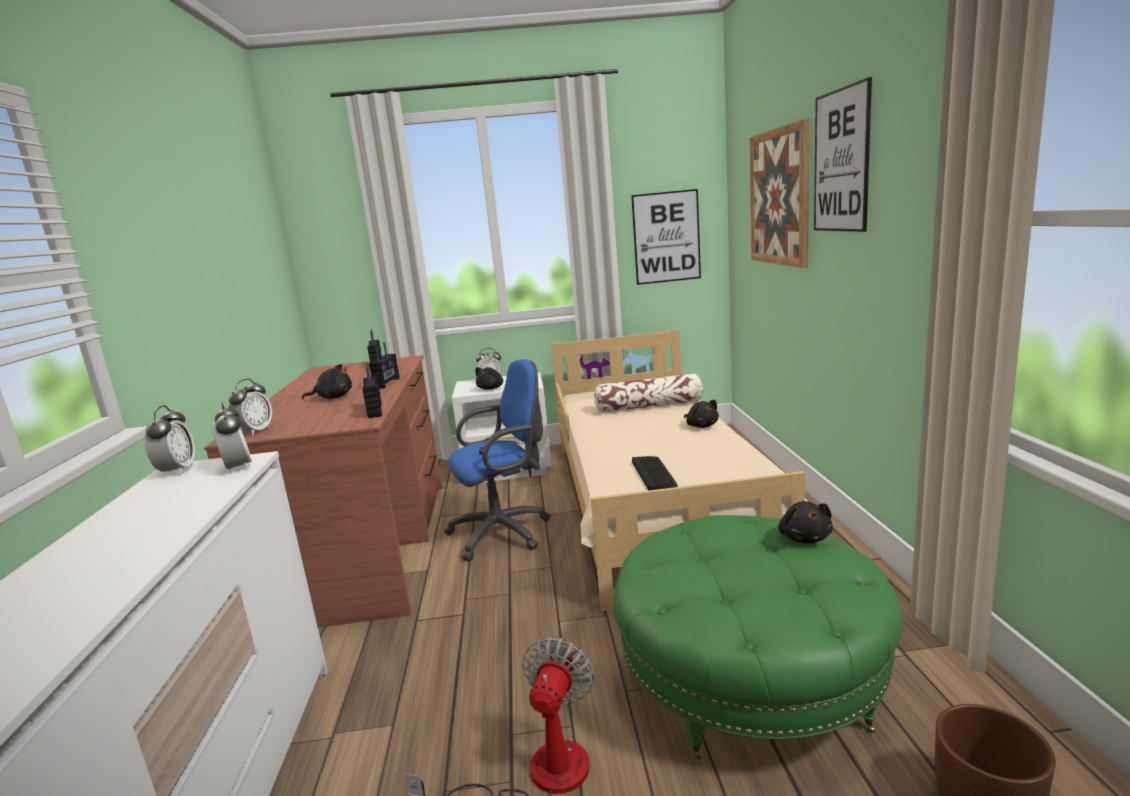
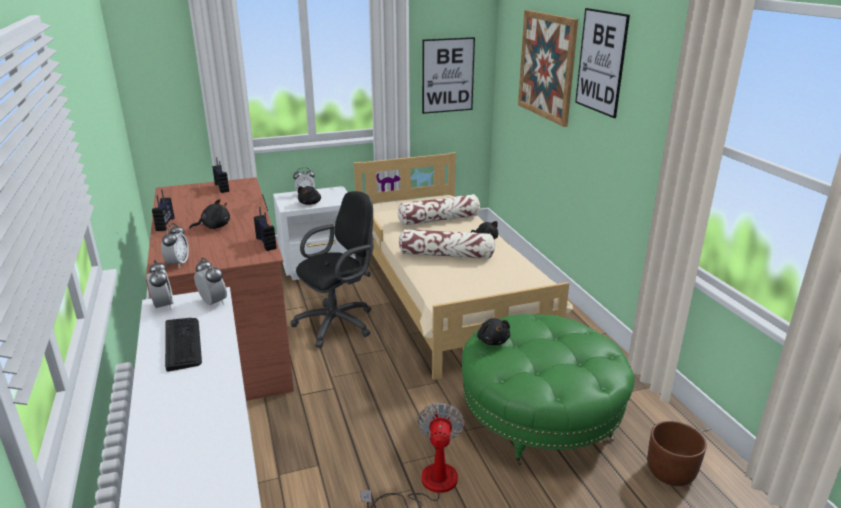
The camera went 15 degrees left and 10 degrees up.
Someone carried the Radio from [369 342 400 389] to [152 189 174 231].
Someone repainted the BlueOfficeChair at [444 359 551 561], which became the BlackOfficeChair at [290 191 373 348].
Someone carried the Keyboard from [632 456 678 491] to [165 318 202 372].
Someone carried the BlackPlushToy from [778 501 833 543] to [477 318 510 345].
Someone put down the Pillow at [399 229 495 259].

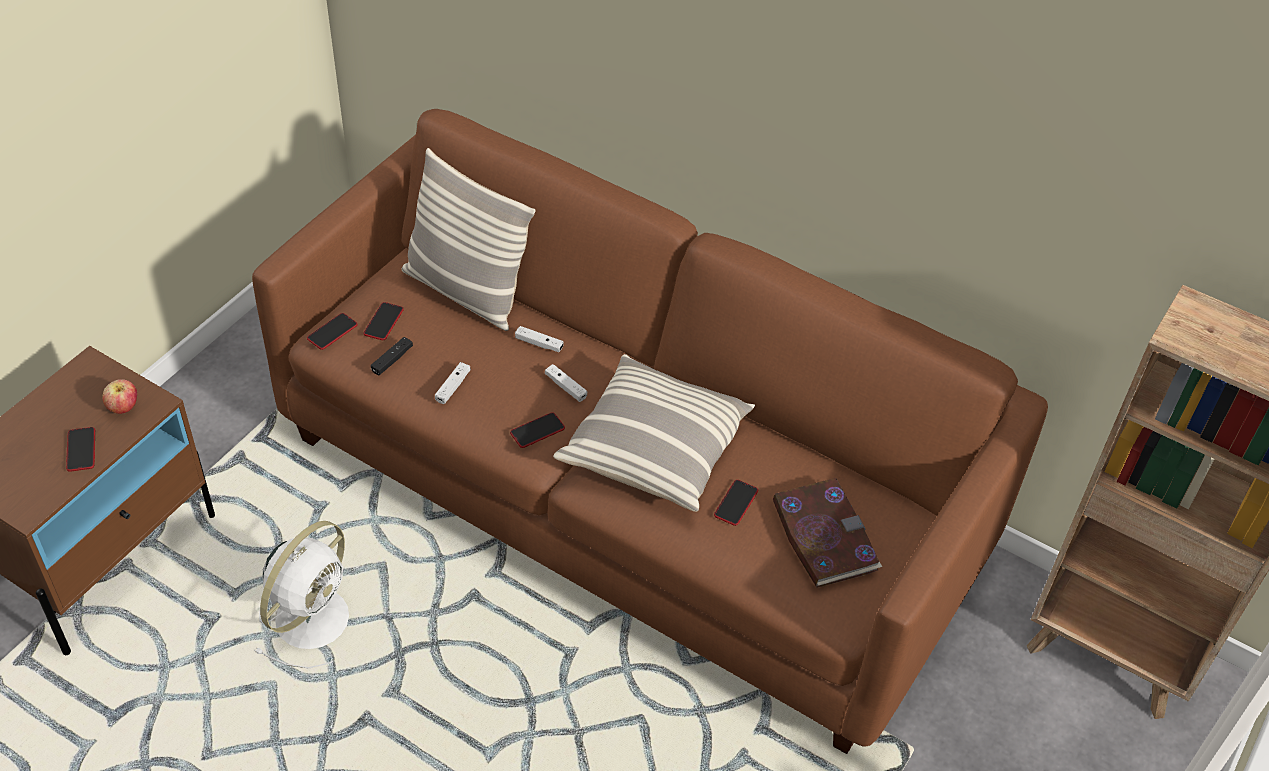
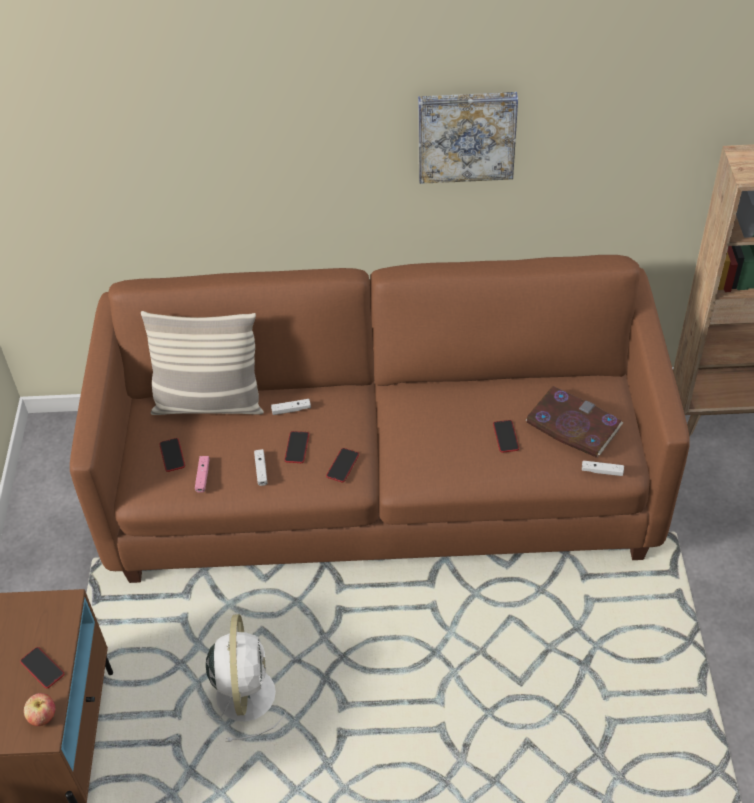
The camera went 30 degrees left and 0 degrees up.
Someone carried the Apple from [102 379 137 414] to [24 693 55 726].
Someone carried the Phone from [307 313 358 350] to [284 431 309 463].
Someone repainted the BlackGameController at [371 337 413 375], which became the PinkGameController at [195 456 210 493].
Someone carried the WhiteGameController from [545 364 587 402] to [582 460 624 476].
Someone took away the Pillow at [553 354 755 512].
Someone put up the Picture at [418 92 518 184].

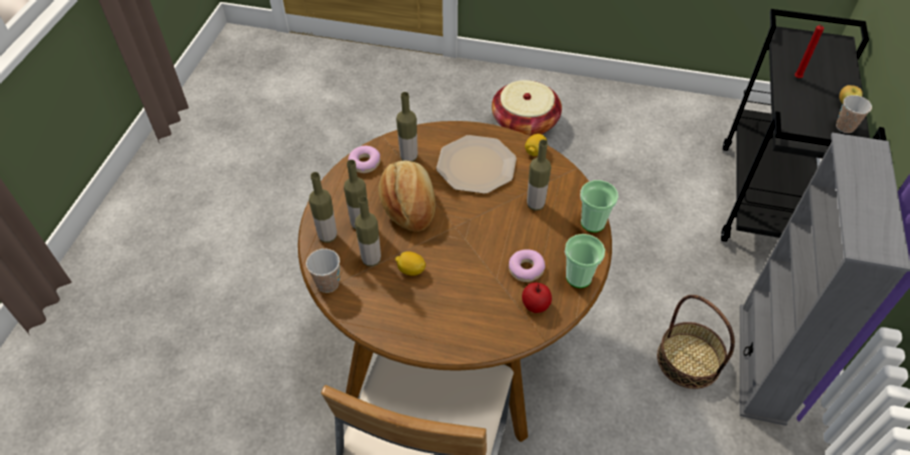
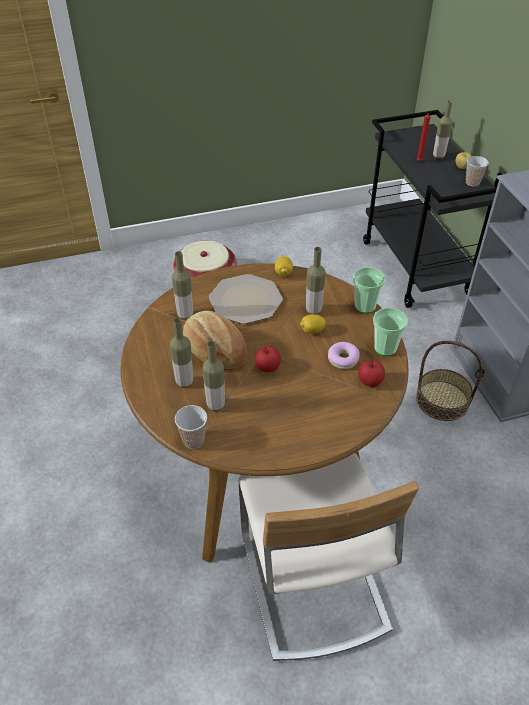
The camera went 30 degrees left and 5 degrees down.
Someone carried the Bottle from [309 172 337 243] to [433 101 453 159].
Someone took away the Donut at [348 146 380 173].
Someone carried the Lemon from [395 251 426 276] to [300 314 326 334].
Someone put down the Apple at [255 346 281 373].

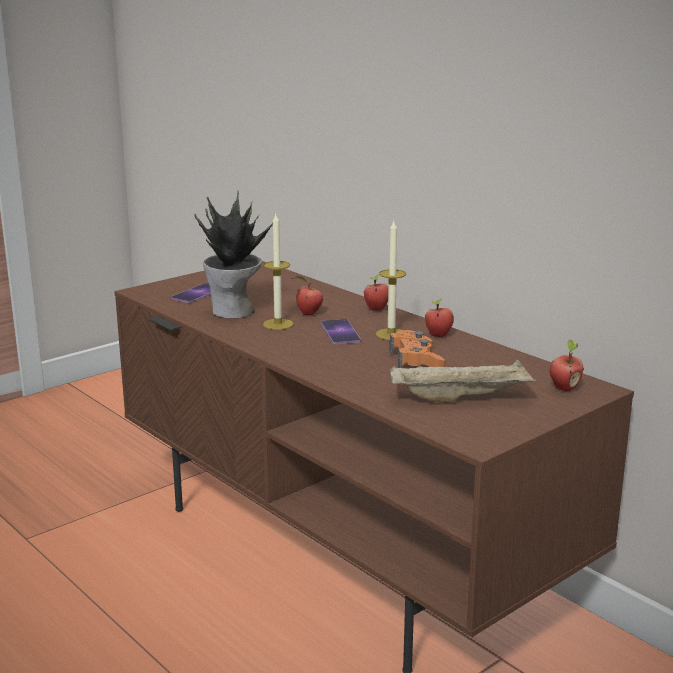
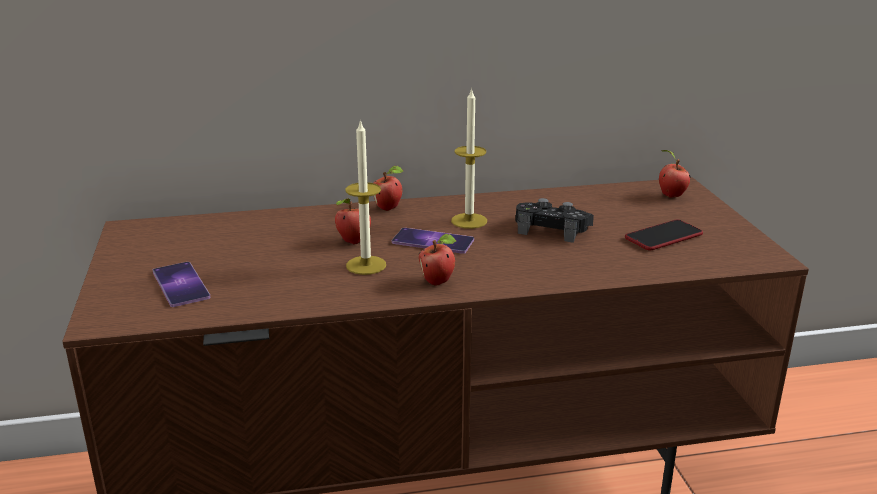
The camera went 60 degrees left and 5 degrees up.
Someone took away the PottedPlant at [194 191 273 318].
Someone repainted the OrangeGameController at [389 330 445 368], which became the BlackGameController at [515 198 594 243].
Someone swapped the BeigeTray at [390 360 536 403] for the Phone at [625 219 703 250].
Someone carried the Apple from [425 299 454 337] to [419 234 456 286].

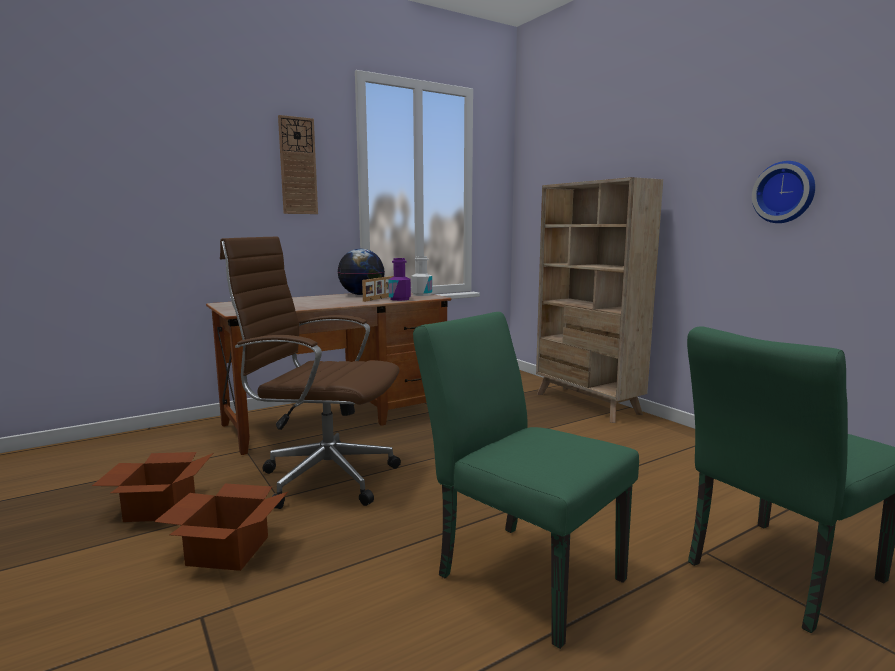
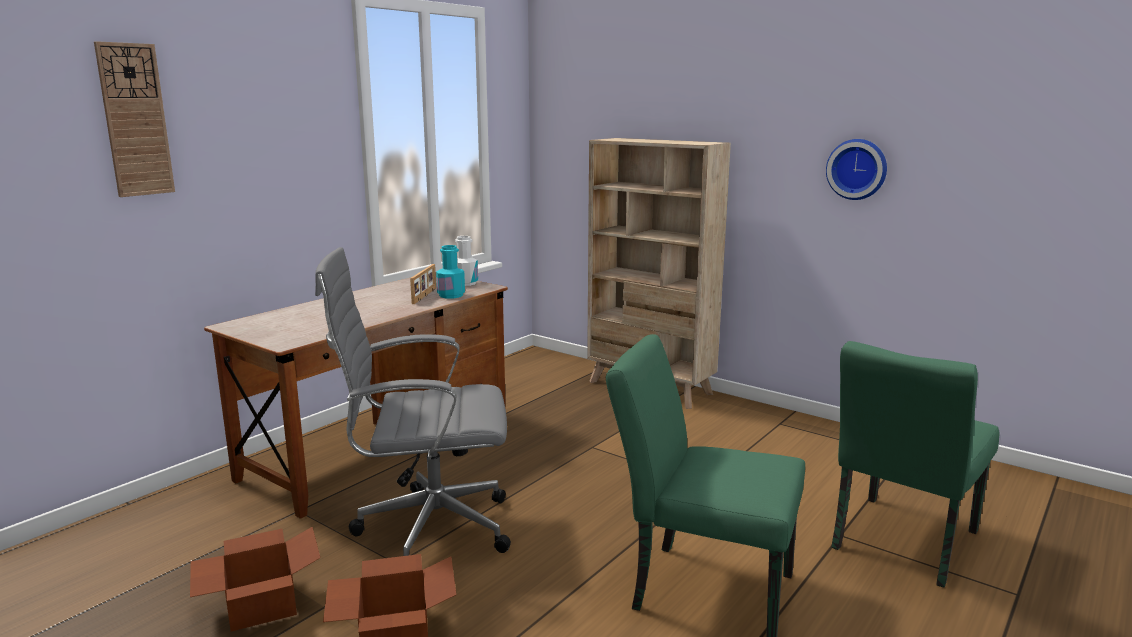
The camera went 20 degrees left and 5 degrees up.
Someone repainted the BrownOfficeChair at [220 237 401 509], which became the GreyOfficeChair at [315 247 511 556].
Someone carried the WallClock from [278 115 318 214] to [94 41 175 197].
Someone took away the Globe at [338 249 385 295].
Someone repainted the PurpleBottle at [388 258 411 301], which became the TurquoiseBottle at [436 245 465 299].

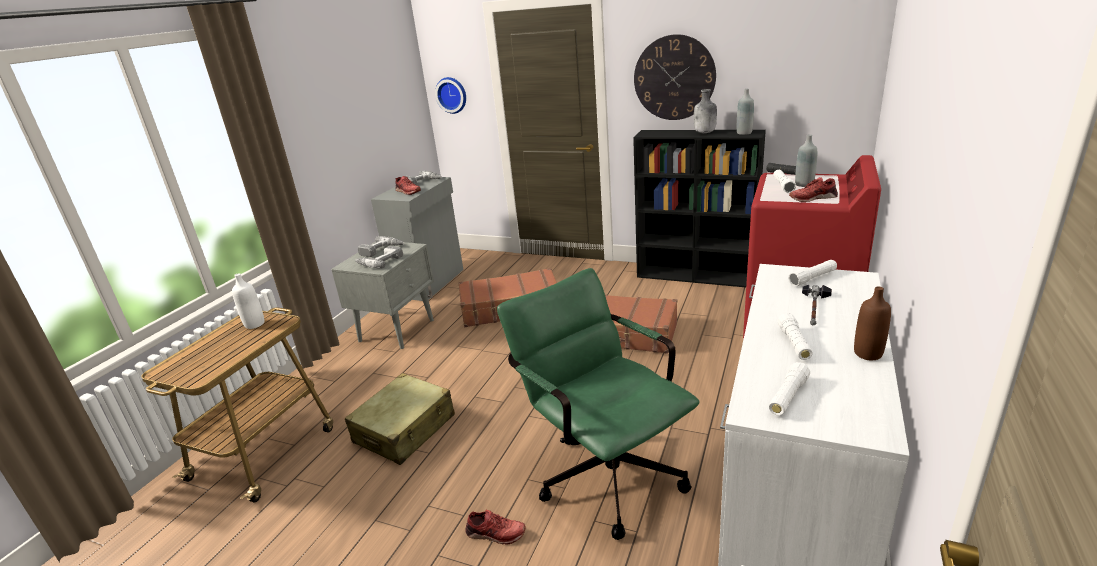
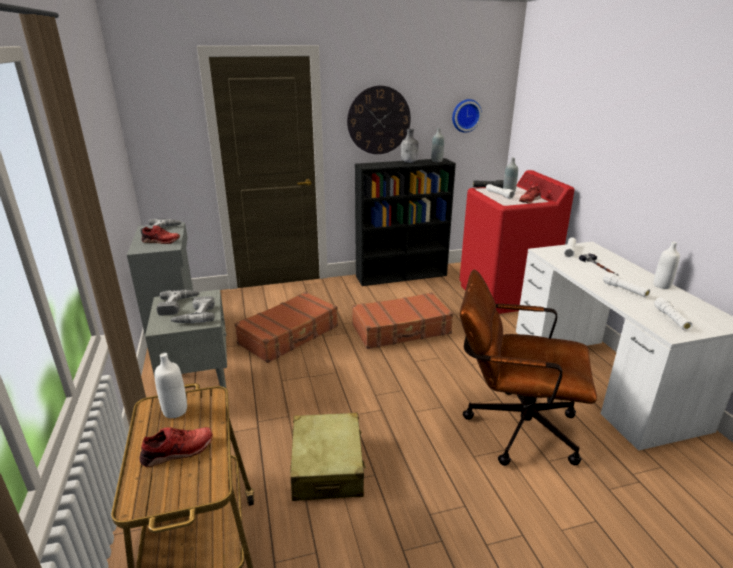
The camera went 40 degrees left and 0 degrees up.
Someone carried the WallClock from [435 77 466 114] to [452 99 482 133].
Someone carried the RedShoe from [465 510 526 544] to [140 427 213 467].
Someone repainted the GreenOfficeChair at [497 268 700 540], which became the BrownOfficeChair at [460 270 597 466].
Someone repainted the BrownBottle at [854 287 891 361], which became the WhiteBottle at [654 242 680 289].

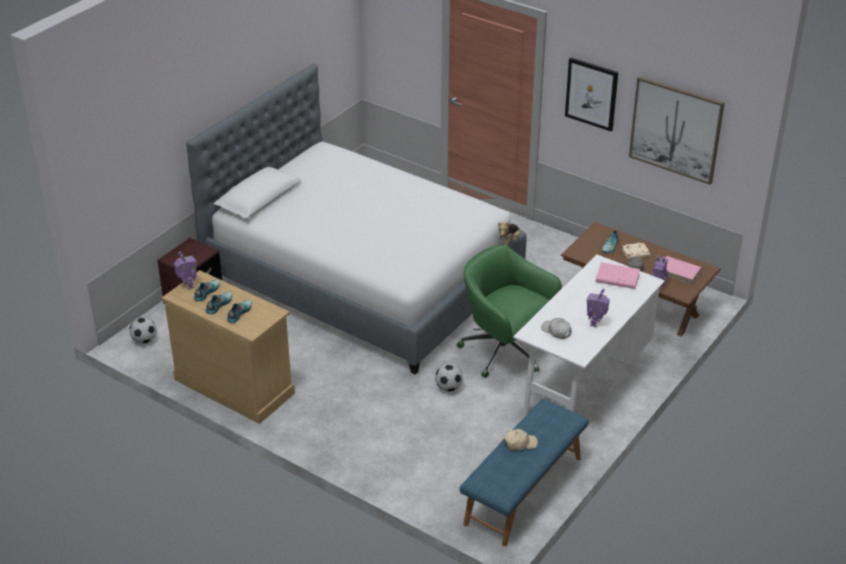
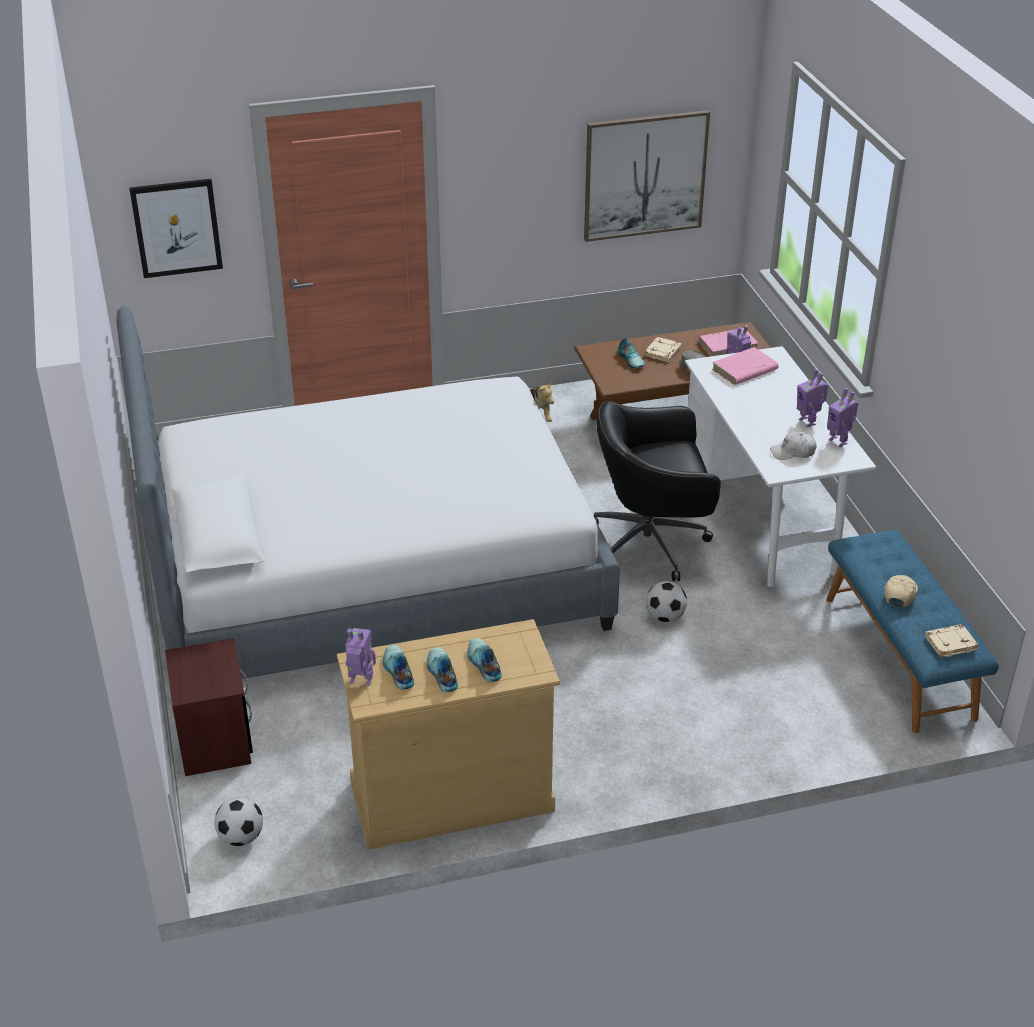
The camera went 50 degrees left and 0 degrees up.
Someone repainted the GreenOfficeChair at [457 245 562 378], which became the BlackOfficeChair at [594 401 721 581].
Someone carried the Picture from [565 58 618 131] to [129 179 223 278].
Someone put down the ToyRobot at [827 388 858 447].
Someone put down the BeigeBook at [925 624 979 657].

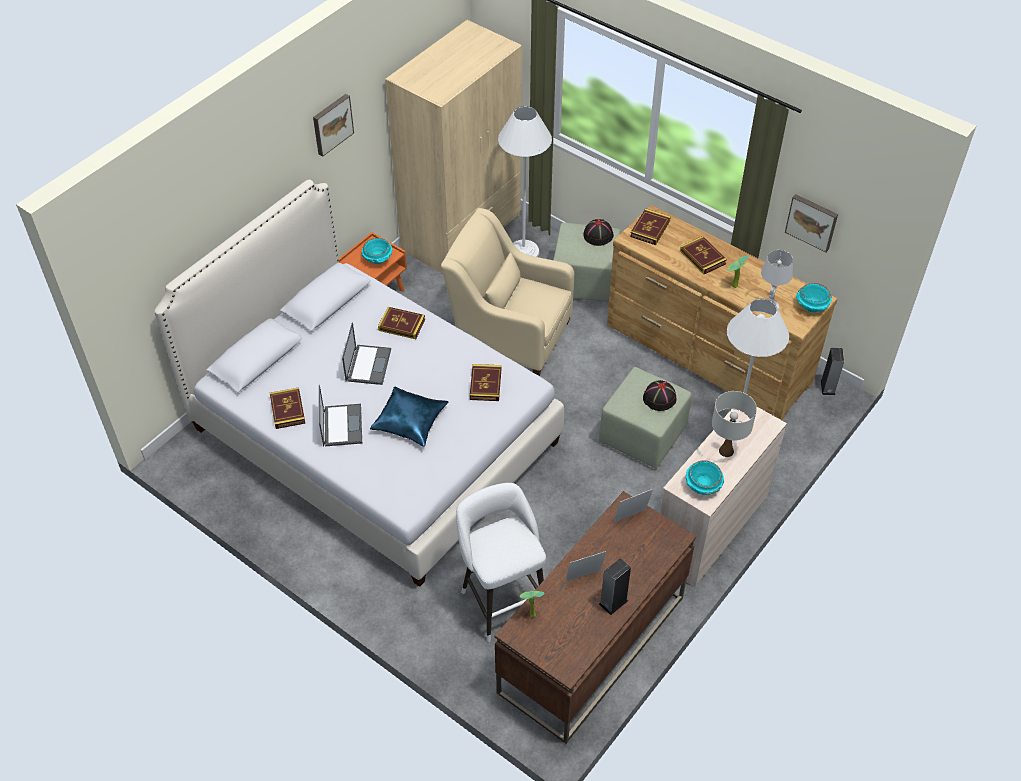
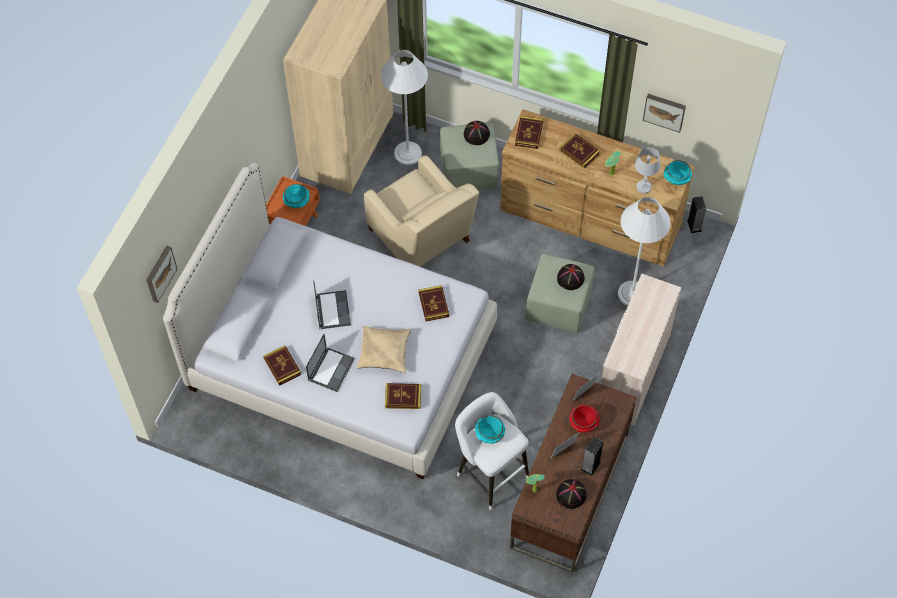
The camera went 15 degrees left and 10 degrees up.
Someone carried the Picture from [313 94 354 157] to [146 245 178 303].
Someone rotated the Laptop at [319 385 362 447] by 45 degrees clockwise.
Someone repainted the BluePillow at [370 387 449 447], which became the BeigePillow at [357 326 411 373].
Someone carried the Book from [378 307 425 339] to [385 383 421 409].
Someone rotated the BeigeArmchair at [441 208 574 376] by 135 degrees counterclockwise.
Someone carried the TurquoiseBowl from [686 460 724 495] to [475 415 505 444].
Someone took away the WhiteTableLamp at [712 391 757 457].
Someone put down the BlackHat at [556 479 587 509].
Someone put down the RedBowl at [569 404 600 432].

